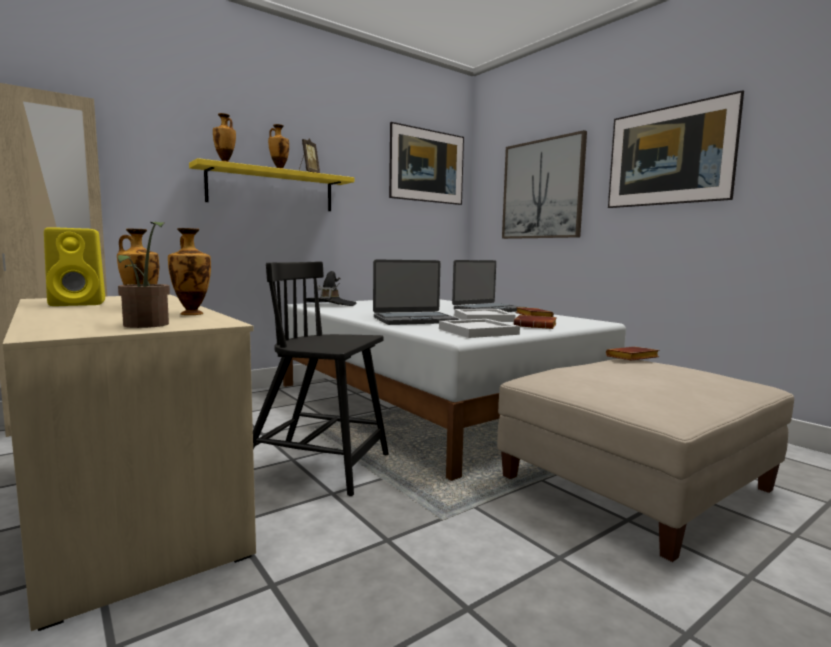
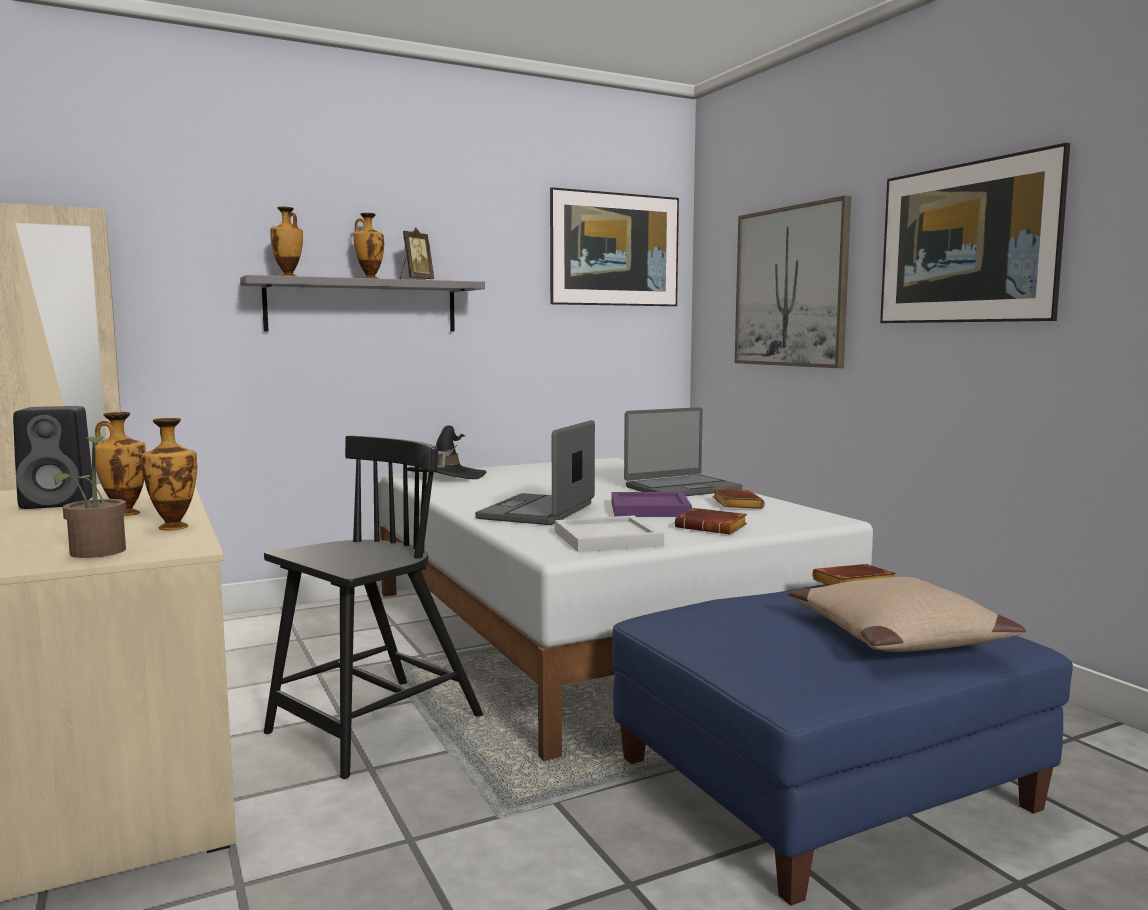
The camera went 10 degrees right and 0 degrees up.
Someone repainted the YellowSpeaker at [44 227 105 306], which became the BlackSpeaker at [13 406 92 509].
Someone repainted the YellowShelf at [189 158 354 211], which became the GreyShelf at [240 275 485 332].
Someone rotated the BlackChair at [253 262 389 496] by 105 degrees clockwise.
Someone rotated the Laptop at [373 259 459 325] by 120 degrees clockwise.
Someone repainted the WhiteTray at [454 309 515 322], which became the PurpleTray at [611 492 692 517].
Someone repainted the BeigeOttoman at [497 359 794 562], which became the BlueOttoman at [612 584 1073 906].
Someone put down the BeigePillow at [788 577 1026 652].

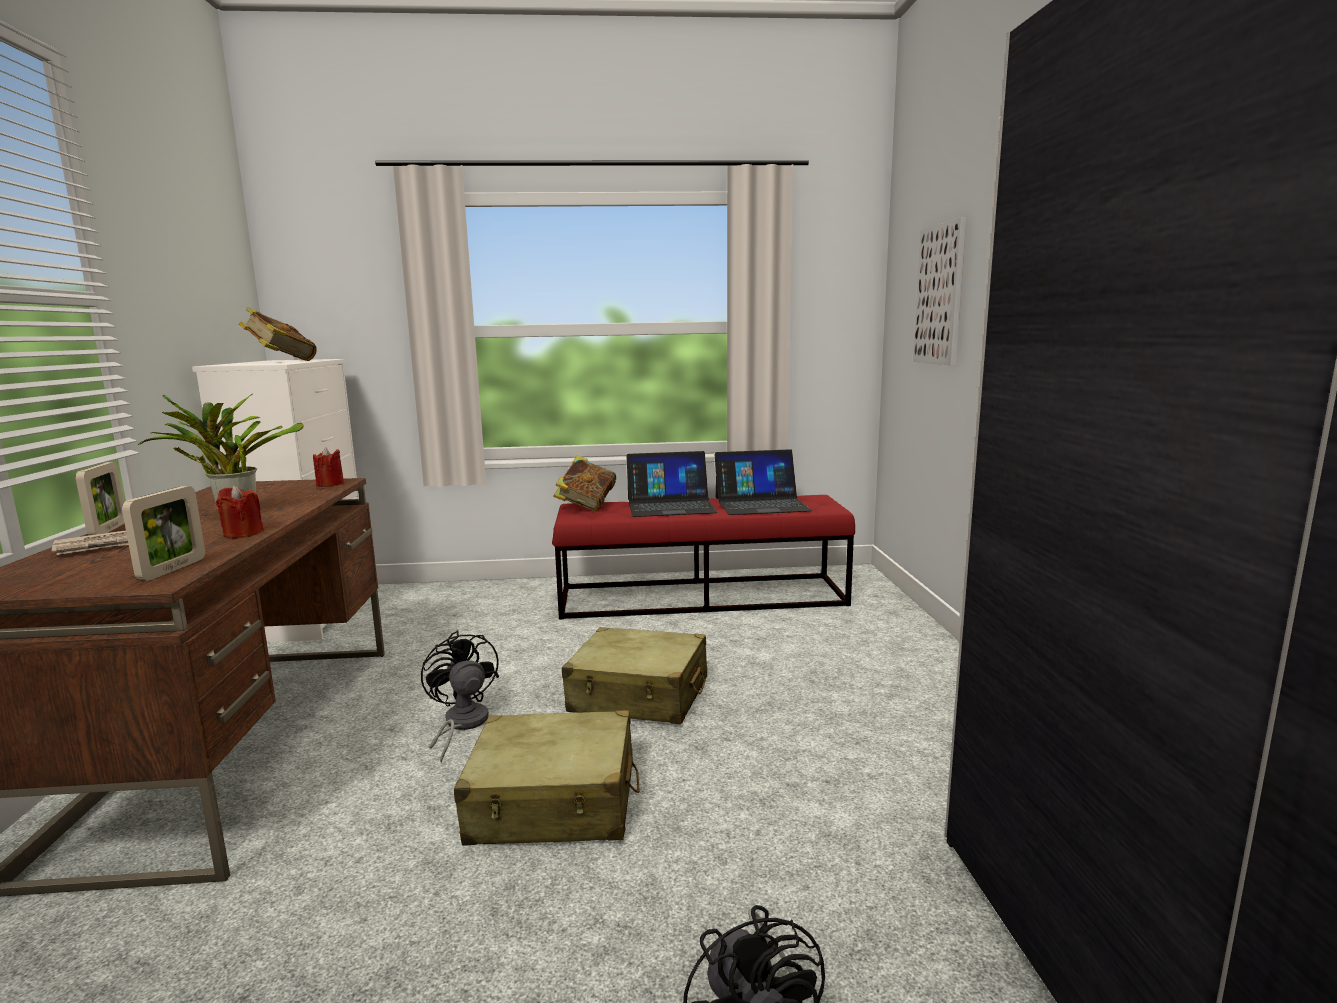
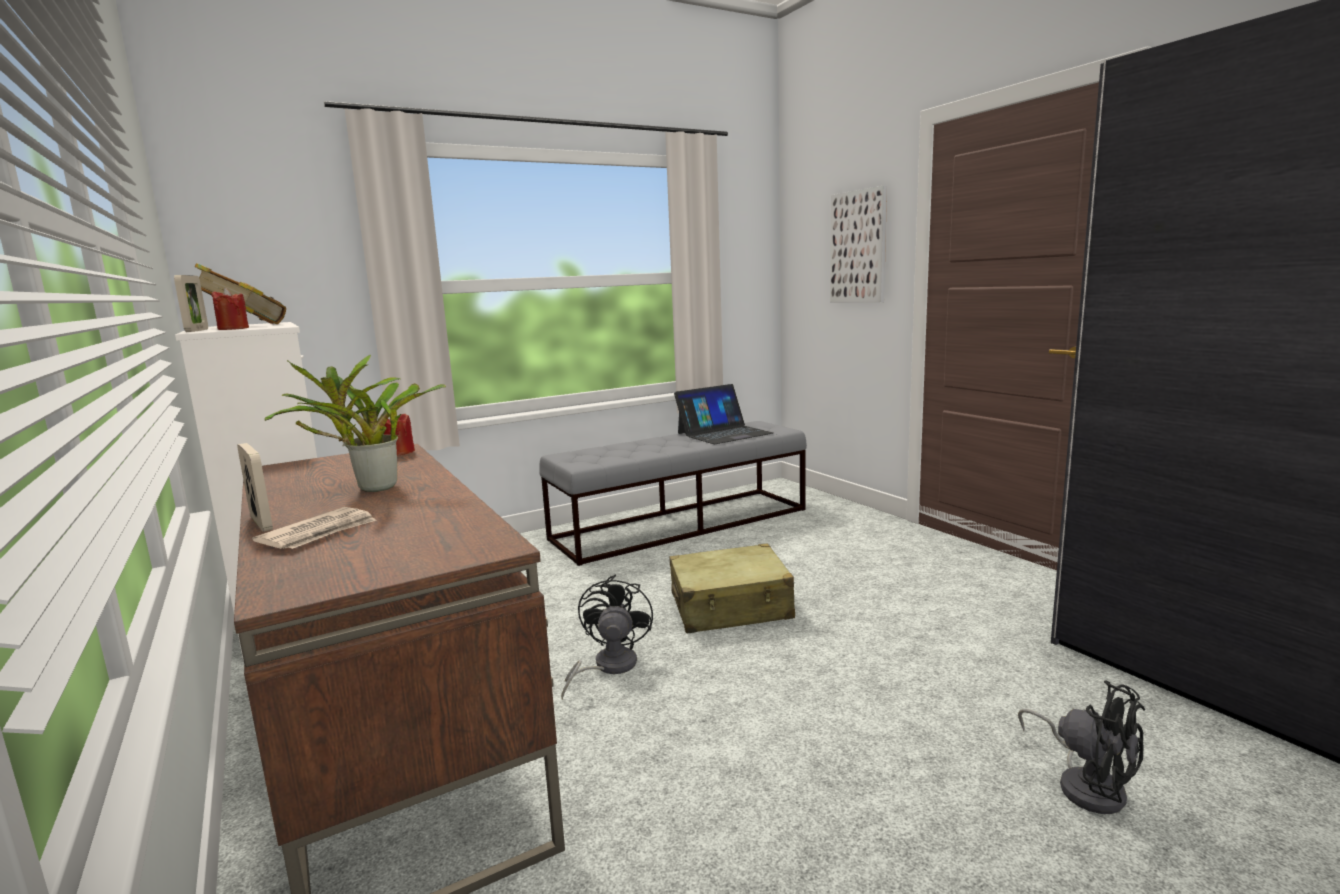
The camera went 25 degrees left and 0 degrees up.
Someone carried the PictureFrame from [122 486 205 581] to [174 275 208 332].
Someone carried the RedCandle from [216 485 264 539] to [211 288 249 330].
Someone rotated the BlackFan at [421 630 499 763] by 60 degrees clockwise.
Someone took away the BeigeSuitcase at [454 710 640 845].
Someone repainted the RedBench at [552 495 855 620], which became the GreyBench at [539 421 807 566].
Someone took away the Book at [553 455 616 511].
Someone took away the Laptop at [626 451 717 517].

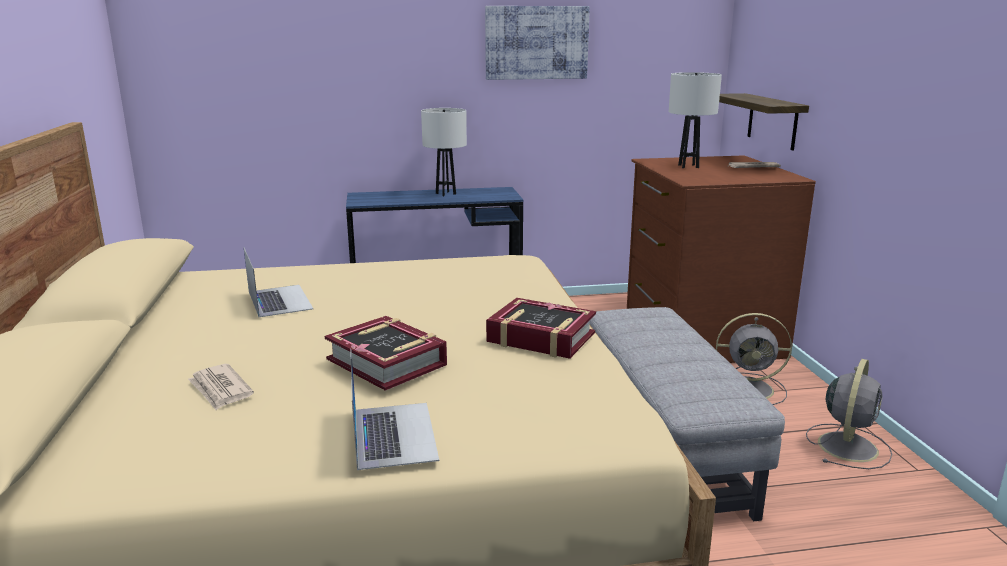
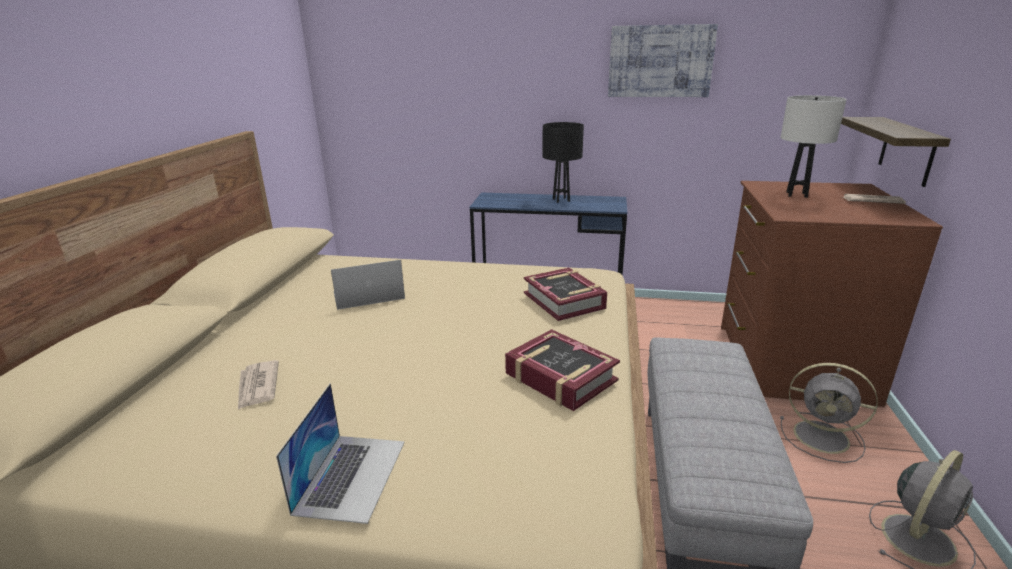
The camera went 20 degrees right and 5 degrees up.
Someone rotated the Laptop at [244 248 313 317] by 105 degrees counterclockwise.
Someone carried the Book from [325 316 447 391] to [524 268 607 321].
Someone repainted the WhiteTableLamp at [421 108 467 196], which became the BlackTableLamp at [543 122 584 203].

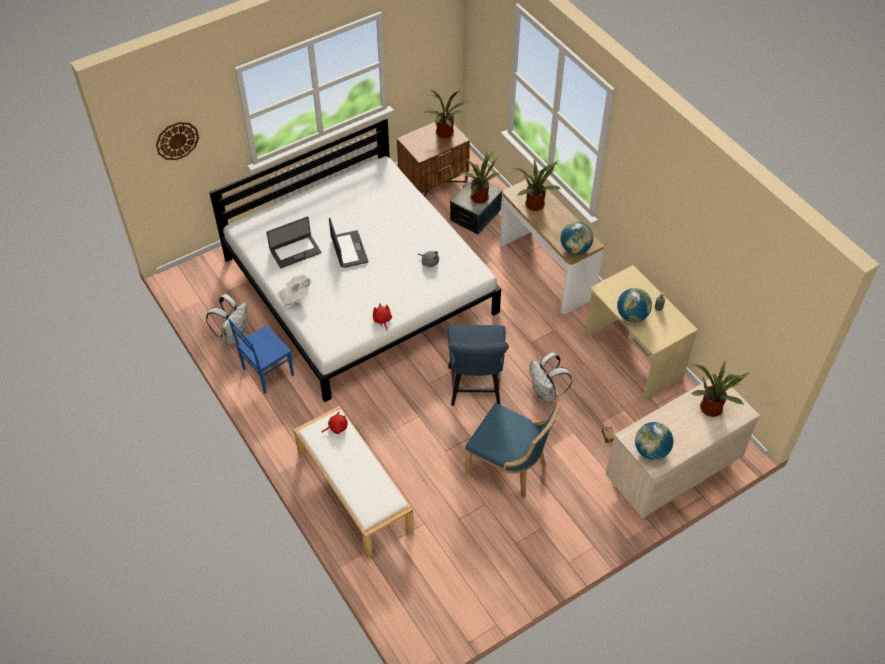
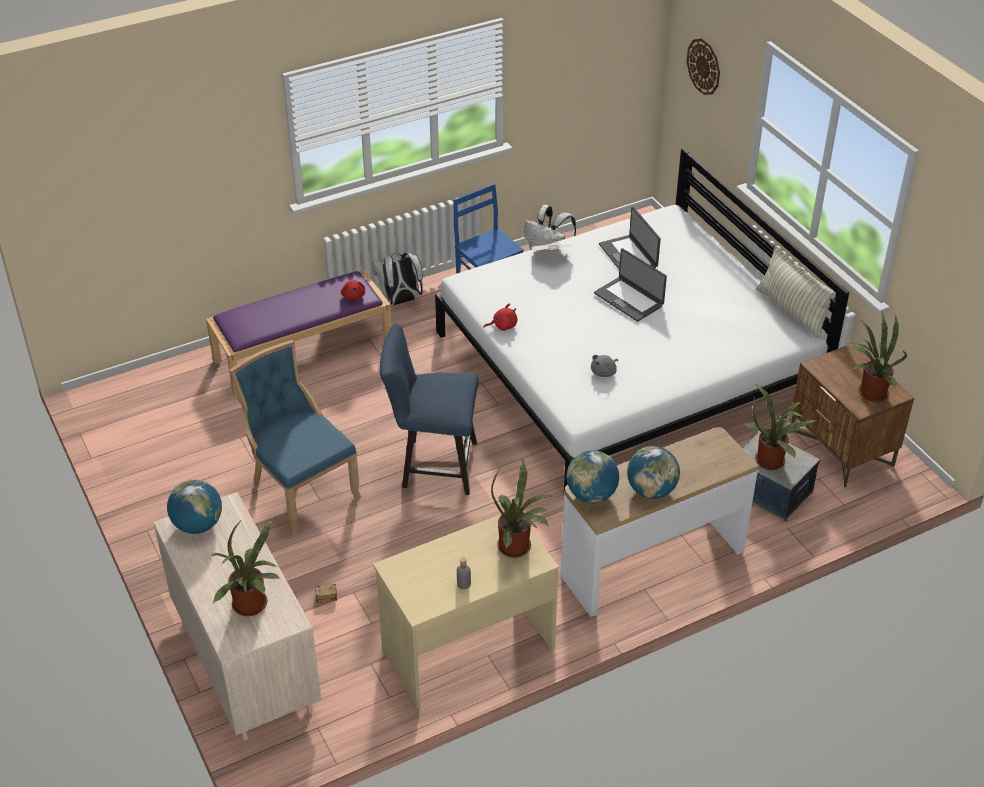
The camera went 95 degrees right and 10 degrees down.
Someone repainted the WhiteBench at [294 406 414 558], which became the PurpleBench at [206 270 392 398].
Someone rotated the Laptop at [329 218 368 268] by 60 degrees clockwise.
Someone rotated the BlueChair at [464 401 561 498] by 105 degrees clockwise.
Someone carried the PottedPlant from [512 159 562 211] to [491 457 553 558].
Someone carried the WhiteBackpack from [529 352 572 403] to [372 252 423 306].
Someone carried the Globe from [617 288 652 322] to [627 446 680 499].
Someone put down the Pillow at [756 246 836 338].

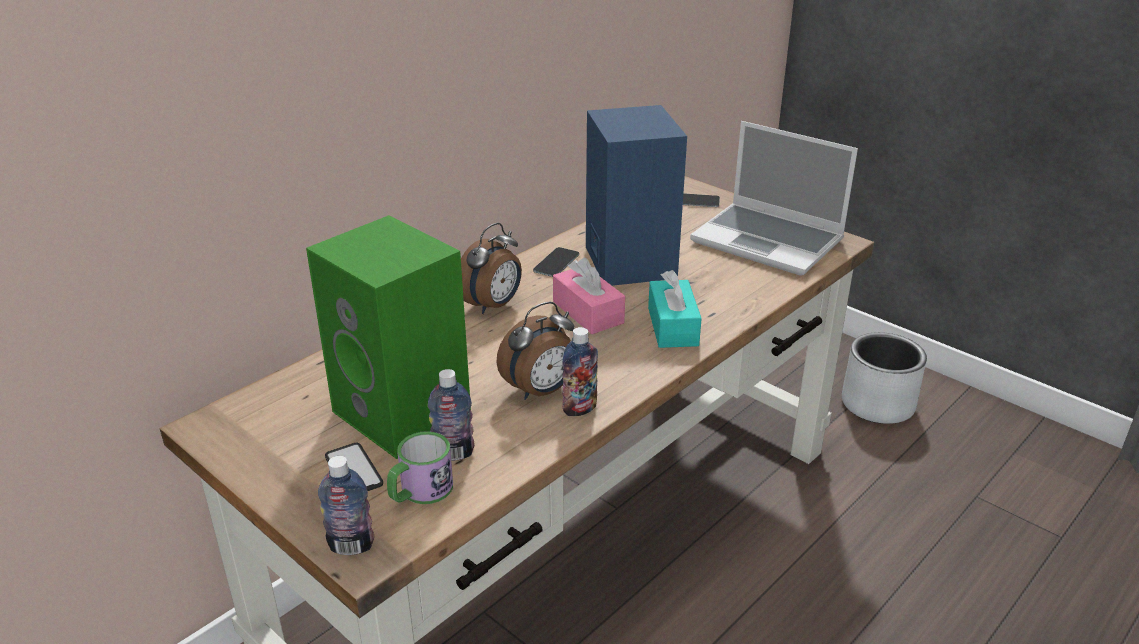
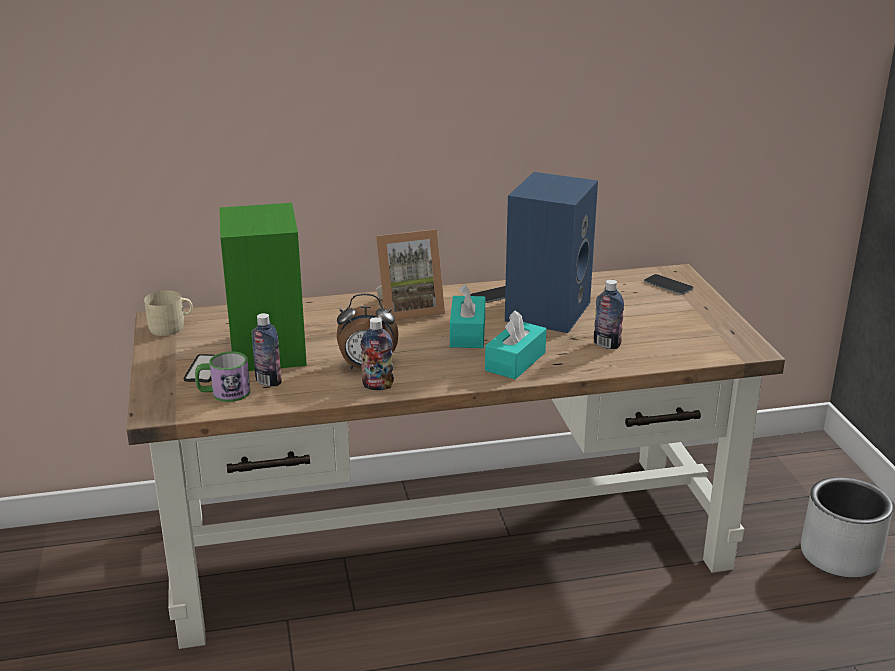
The camera went 35 degrees right and 5 degrees down.
Someone carried the Bottle from [318 456 374 555] to [594 280 624 349].
Someone swapped the AlarmClock at [461 223 522 314] for the PictureFrame at [376 229 445 321].
Someone repainted the PinkTissueBox at [553 258 625 334], which became the TurquoiseTissueBox at [450 285 486 348].
Someone took away the Laptop at [690 121 858 276].
Someone put down the BeigeMug at [144 290 193 336].

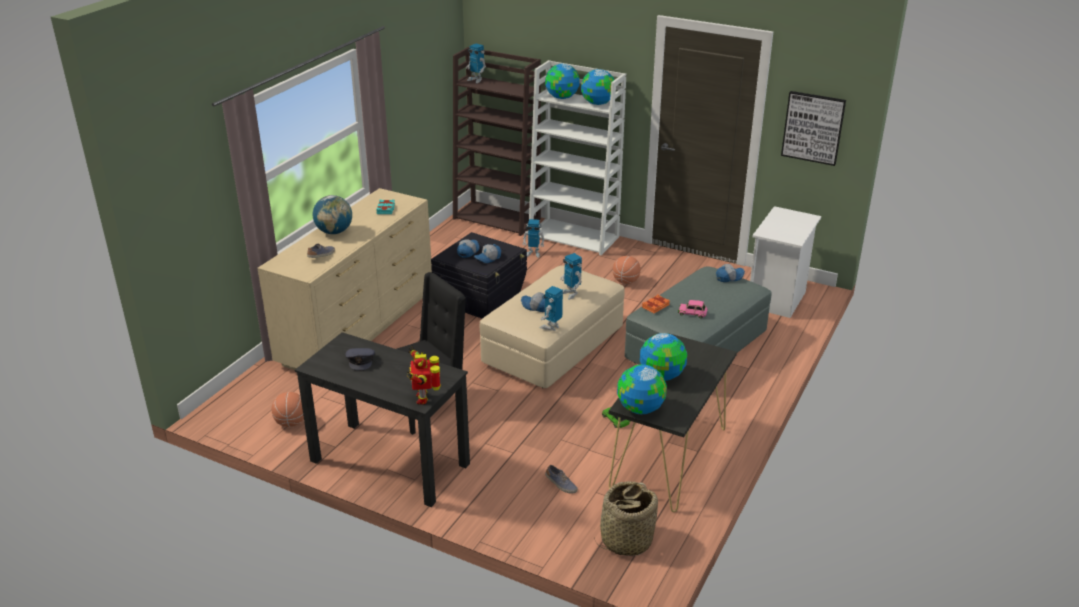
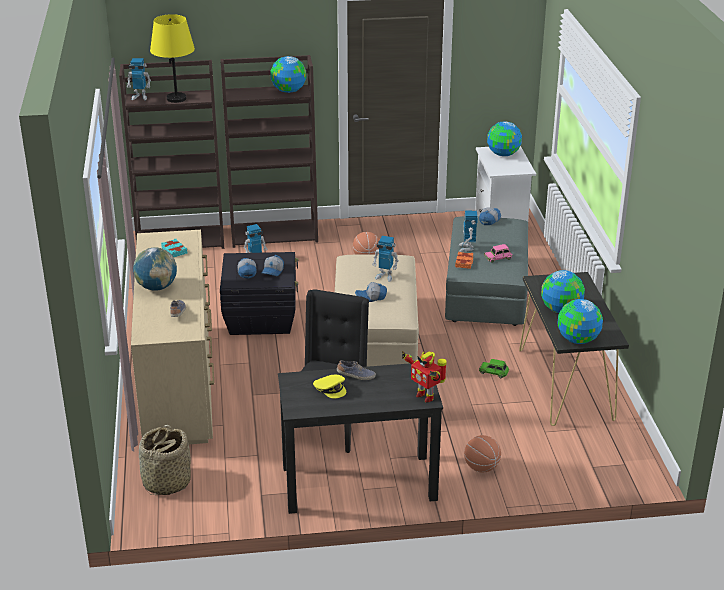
The camera went 35 degrees left and 0 degrees up.
Someone carried the Basketball from [272 392 304 427] to [464 435 501 473].
Someone repainted the GreyCap at [345 348 375 370], which became the YellowCap at [313 375 346 399].
Someone repainted the WhiteBookcase at [529 60 626 255], which became the BrownBookcase at [220 55 318 248].
Someone carried the ToyRobot from [540 286 563 331] to [459 211 478 252].
Someone carried the Globe from [545 64 580 99] to [487 122 522 156].
Someone carried the Shoe from [545 465 578 493] to [337 360 376 380].
Someone carried the Basket from [594 481 658 556] to [139 425 191 495].
Someone took away the Picture at [781 91 846 166].
Someone put down the YellowTableLamp at [150 14 195 103].

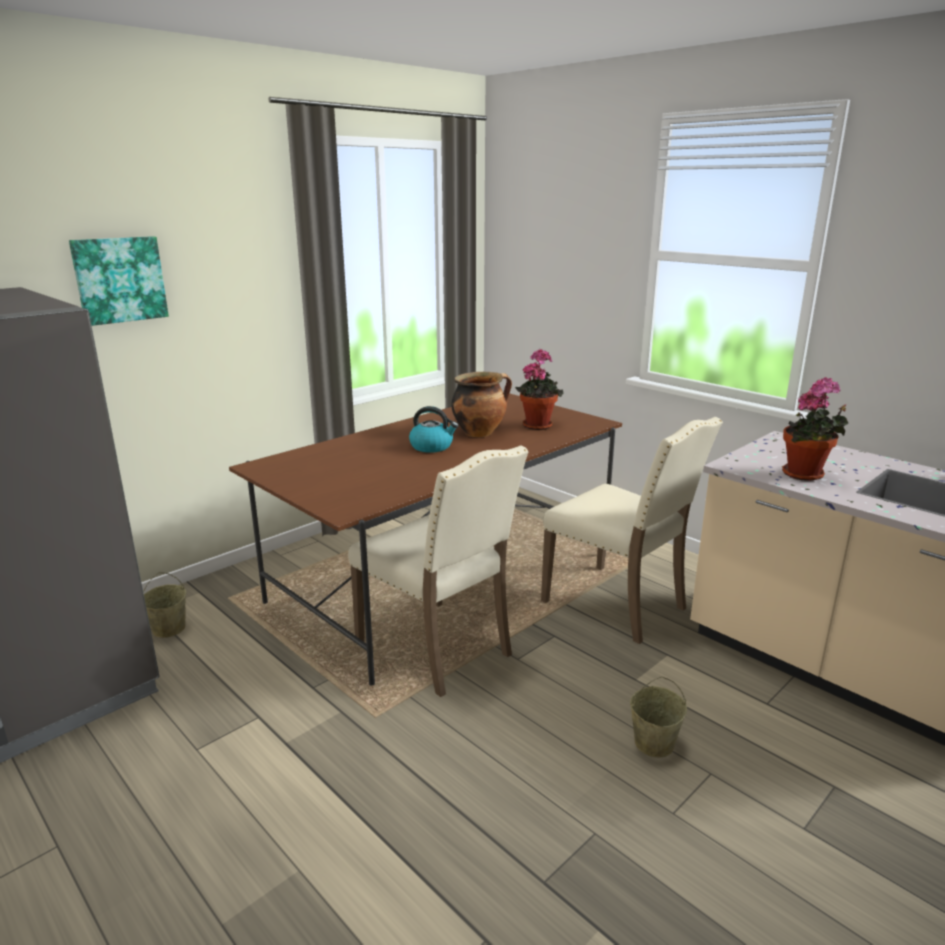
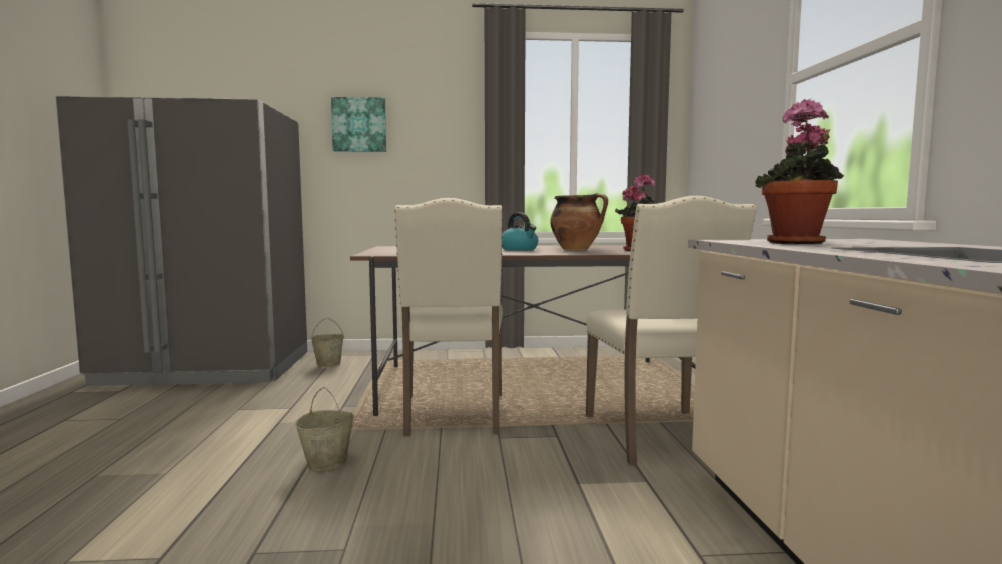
The camera went 40 degrees right and 15 degrees down.
Someone carried the BeigeBucket from [630 676 687 757] to [295 387 354 471].

